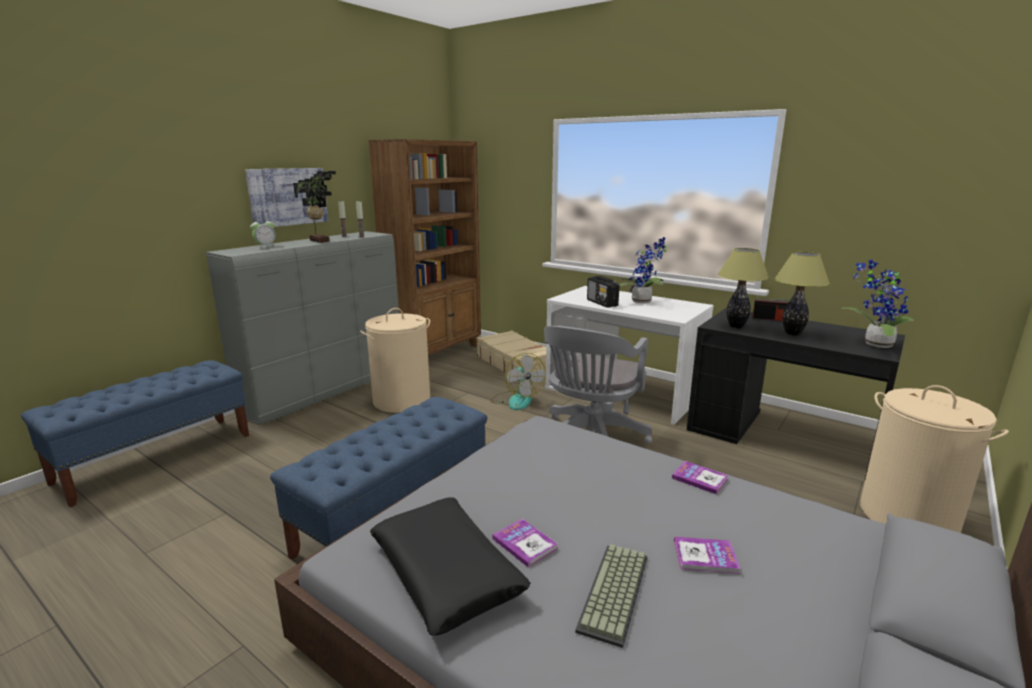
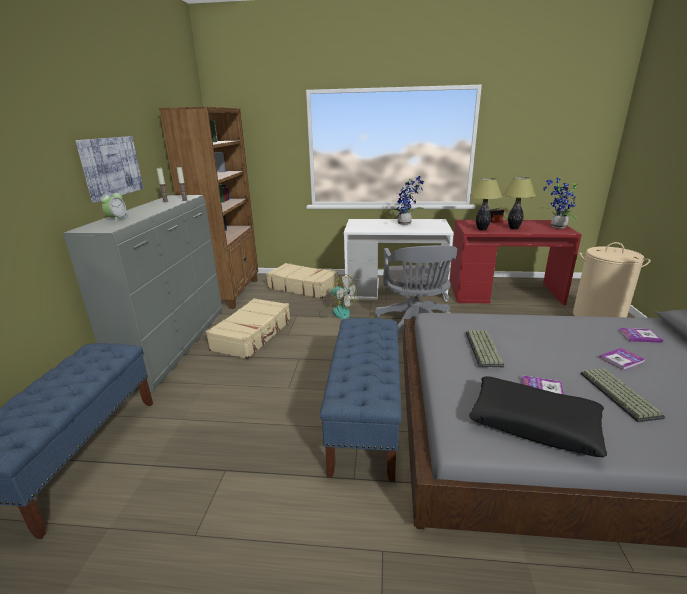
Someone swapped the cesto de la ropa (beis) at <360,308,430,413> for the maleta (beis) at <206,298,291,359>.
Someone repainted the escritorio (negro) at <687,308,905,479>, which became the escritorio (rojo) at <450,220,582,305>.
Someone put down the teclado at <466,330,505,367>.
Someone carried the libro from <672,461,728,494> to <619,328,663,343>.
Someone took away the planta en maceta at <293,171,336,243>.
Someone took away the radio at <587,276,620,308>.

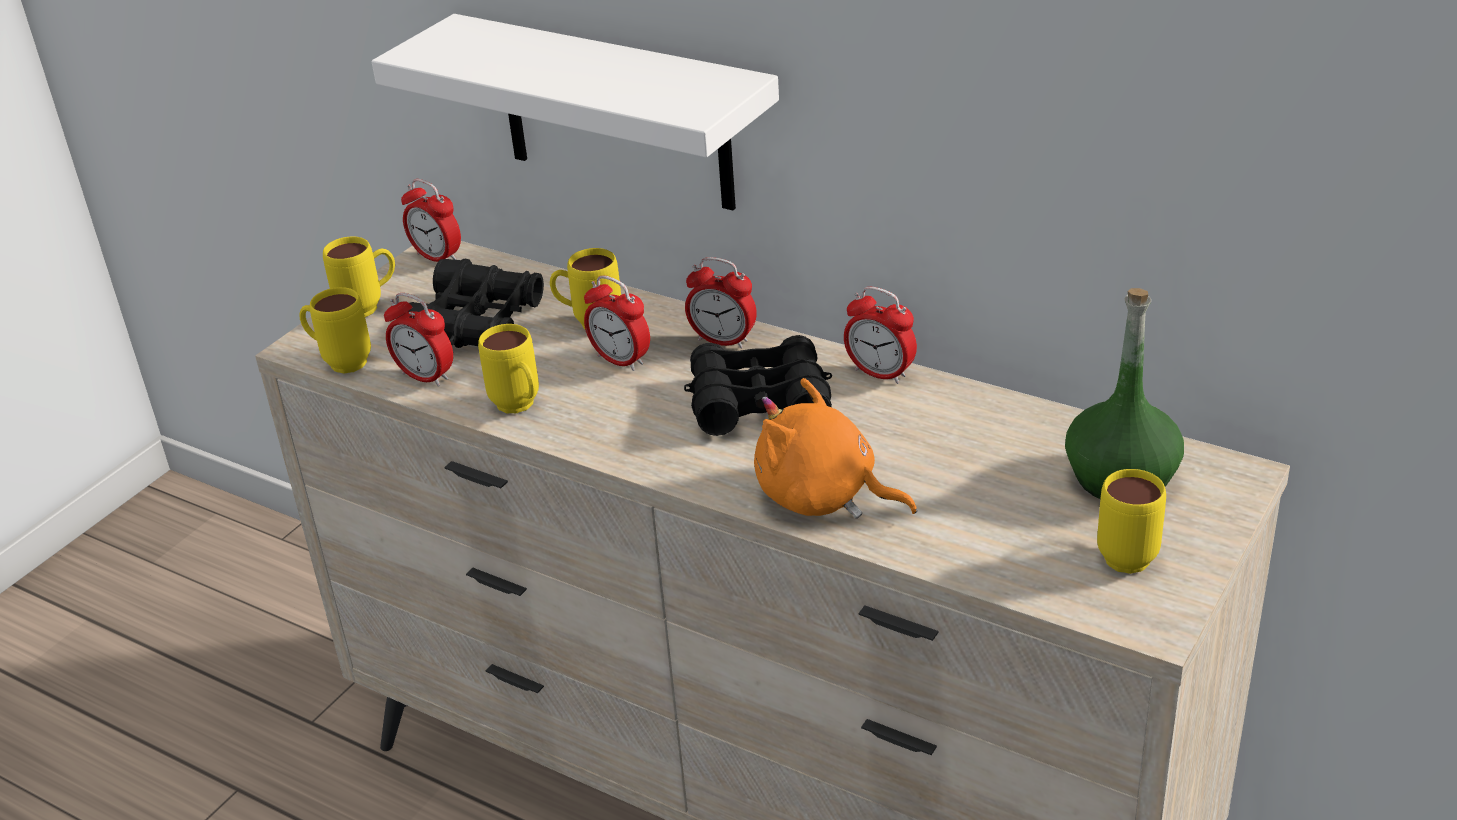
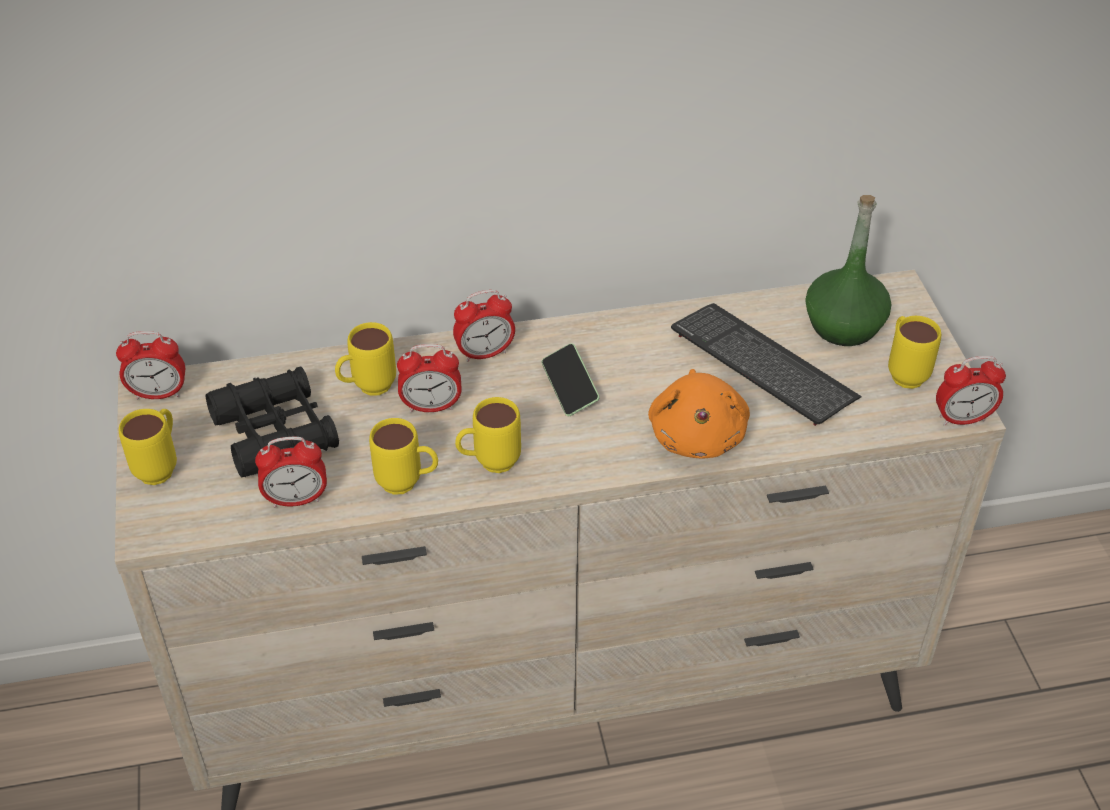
Someone carried the taza grande (amarillo) from <299,287,371,374> to <455,397,521,473>.
Someone swapped the prismáticos (negro) at <684,335,832,436> for the móvil at <541,343,600,416>.
Someone rotated the peluche (naranja) at <754,378,917,519> by 75 degrees counterclockwise.
Someone put down the teclado at <671,303,862,426>.
Someone carried the despertador from <844,287,917,384> to <936,356,1006,426>.
Someone took away the estante (blanco) at <372,14,779,211>.

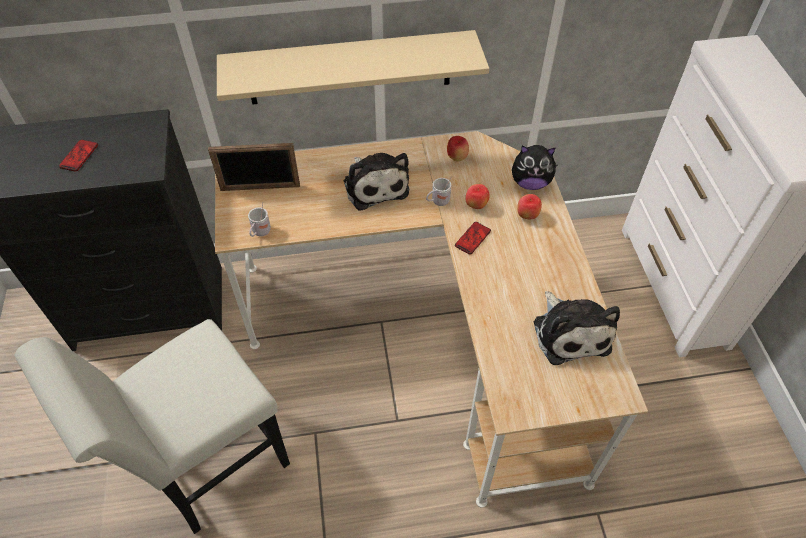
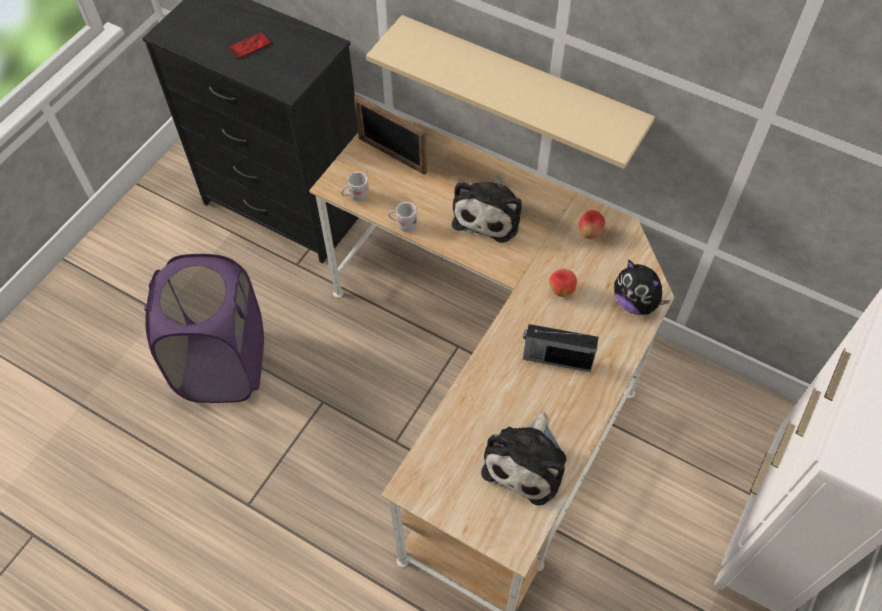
Someone swapped the silla (blanco) at <15,319,290,534> for the cesto de la ropa (morado) at <144,254,264,403>.
Someone carried the taza grande (blanco) from <426,176,452,206> to <388,202,418,232>.
Someone put down the radio at <523,324,599,372>.
Someone took away the móvil at <455,222,491,255>.
Someone took away the manzana at <517,194,542,219>.

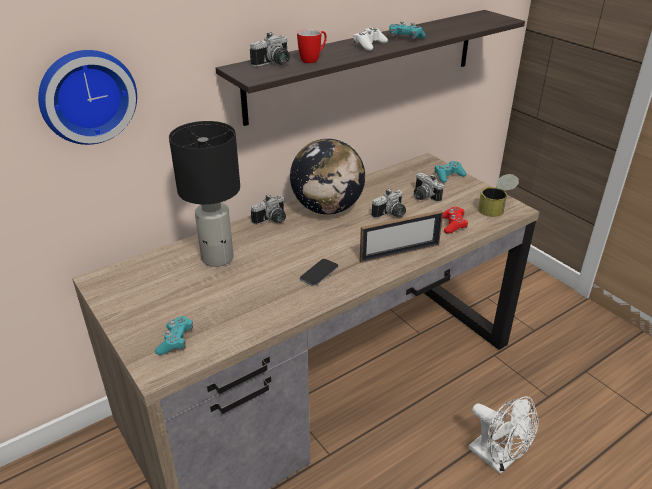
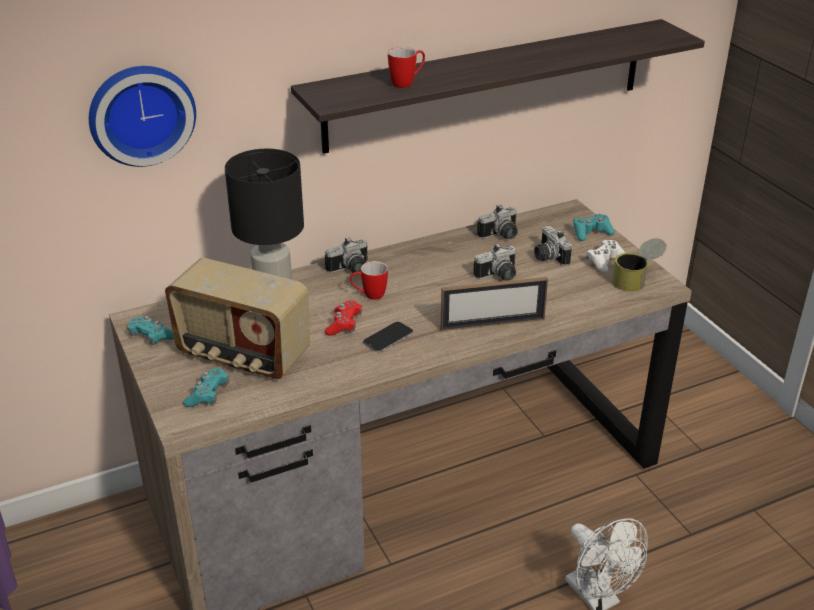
Someone carried the mando de consola (turquesa) from <389,22,425,39> to <127,316,174,345>.
Someone put down the radio at <165,258,310,379>.
Someone carried the mando de consola (rojo) from <442,207,468,234> to <325,301,362,336>.
Someone put down the taza grande at <350,261,388,300>.
Someone carried the cámara from <250,32,290,67> to <477,205,518,239>.
Someone carried the mando de consola (blanco) from <353,28,388,51> to <587,240,626,273>.
Someone took away the globo terráqueo at <290,139,365,214>.

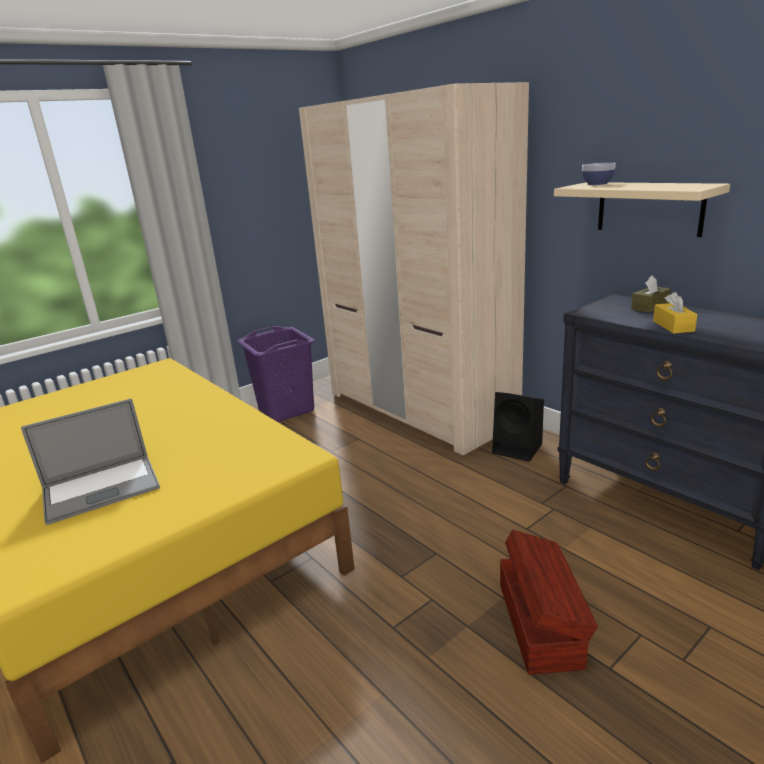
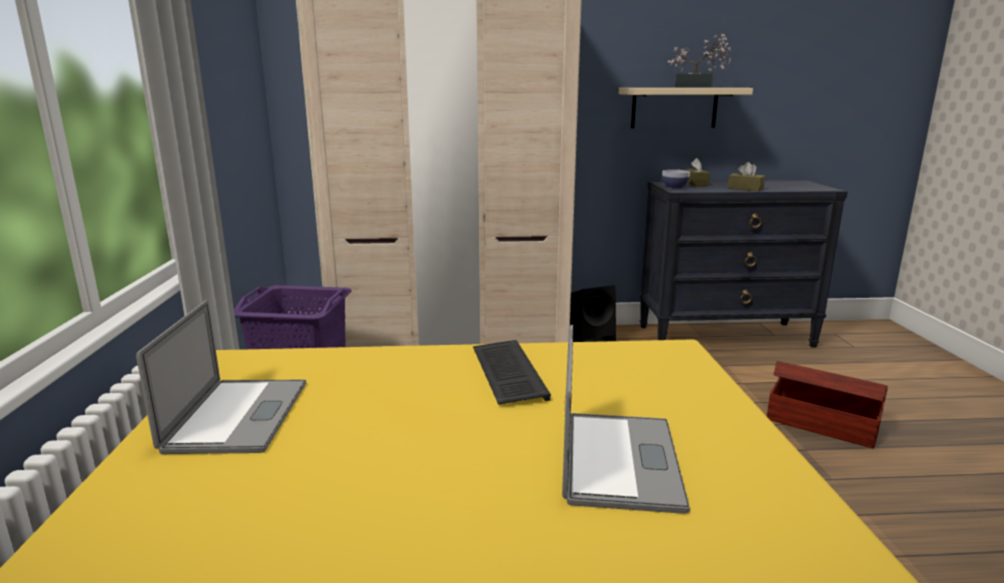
Someone put down the portátil at <136,300,306,454>.
Someone put down the teclado at <473,340,551,405>.
Someone carried the cuenco from <582,163,616,185> to <663,170,690,189>.
Someone put down the planta en maceta at <668,34,731,88>.
Someone repainted the caja de pañuelos (amarillo) at <653,292,698,334>, which became the caja de pañuelos (marrón) at <728,162,765,191>.

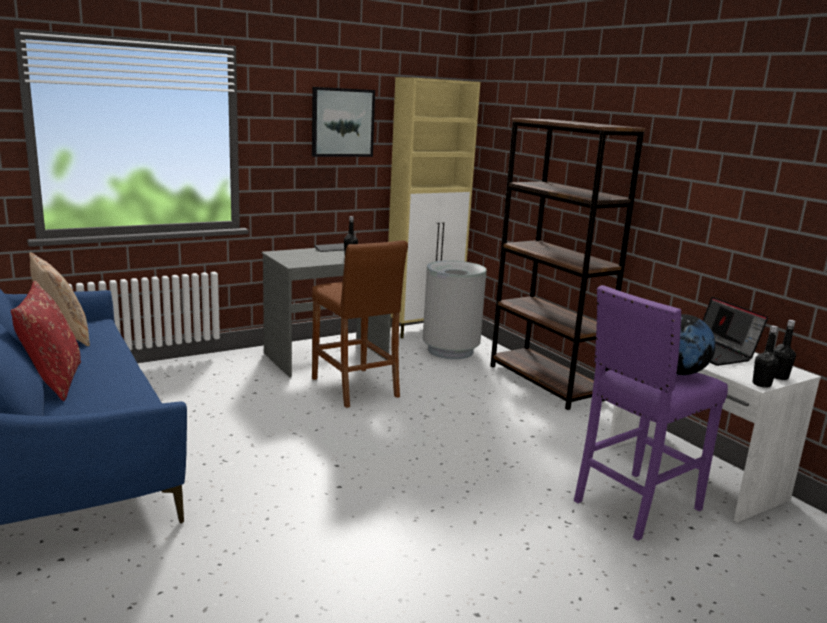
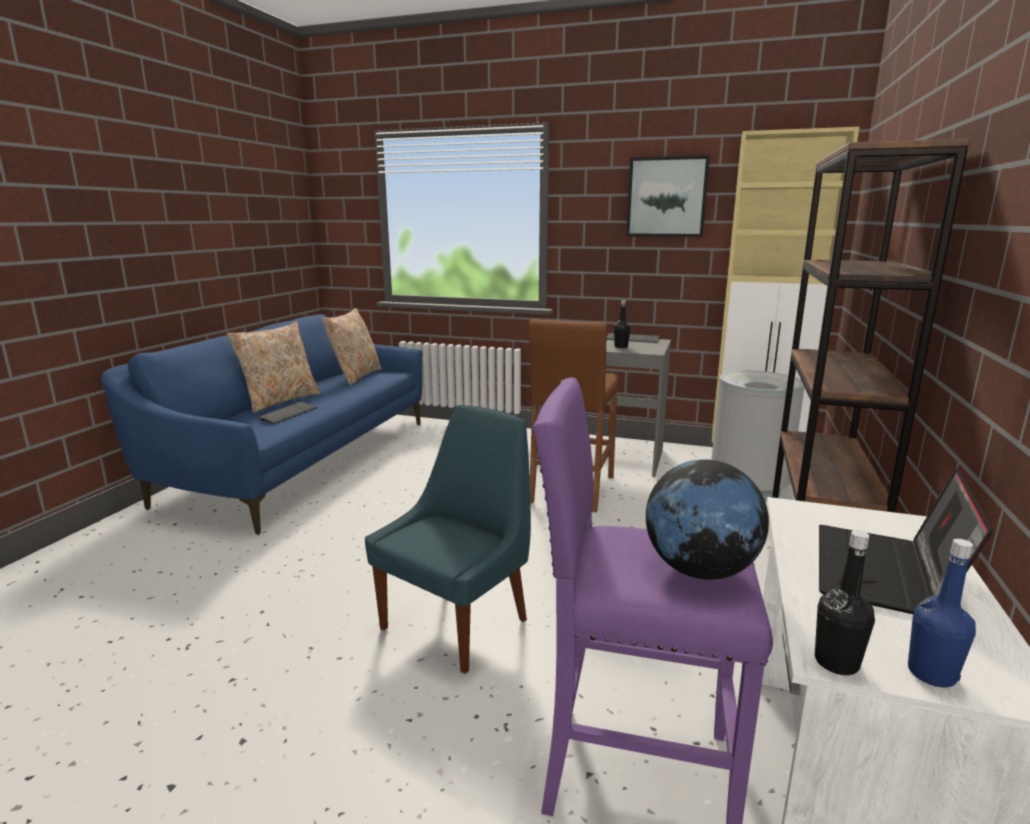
Someone repainted the cojín (rojo) at <11,281,81,401>, which became the cojín (beis) at <227,322,321,413>.
Someone put down the teclado at <258,402,317,424>.
Someone put down the silla (azul) at <365,405,531,674>.
Someone repainted the botella (negro) at <773,320,796,380>, which became the botella (azul) at <908,539,976,687>.

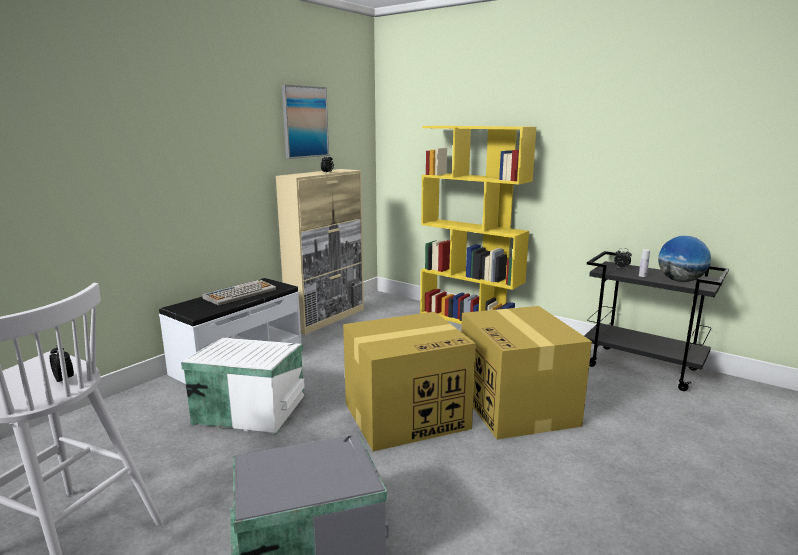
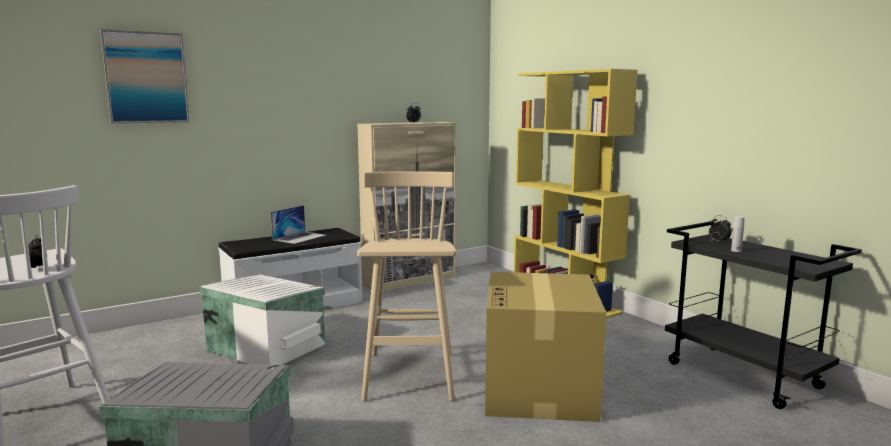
Someone carried the cuadro from <282,85,329,159> to <100,29,190,124>.
Someone swapped the teclado at <202,280,276,305> for the portátil at <271,205,326,244>.
Someone swapped the caja de cartón at <343,312,476,452> for the taburete (beis) at <357,171,457,402>.
Someone took away the globo terráqueo at <658,236,711,282>.

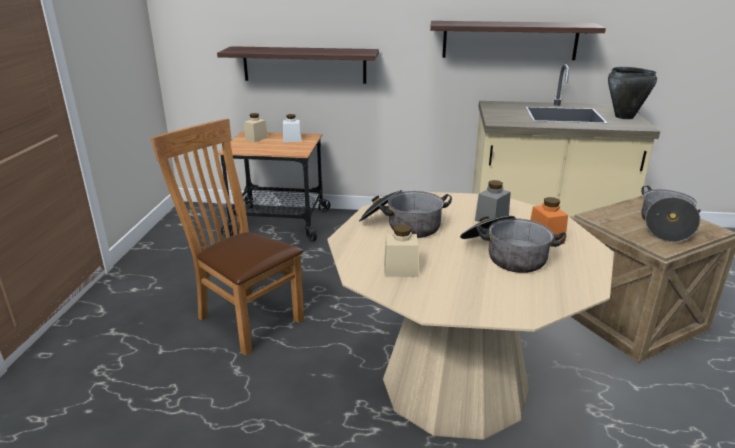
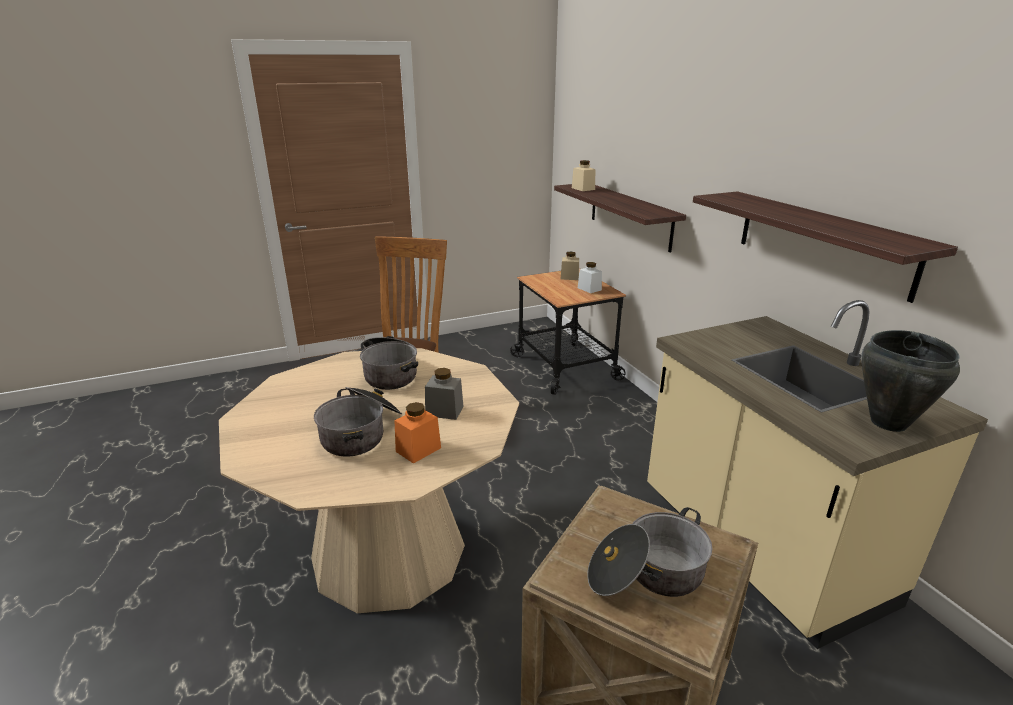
Someone carried the tarro (beis) from <384,224,419,277> to <572,160,595,191>.

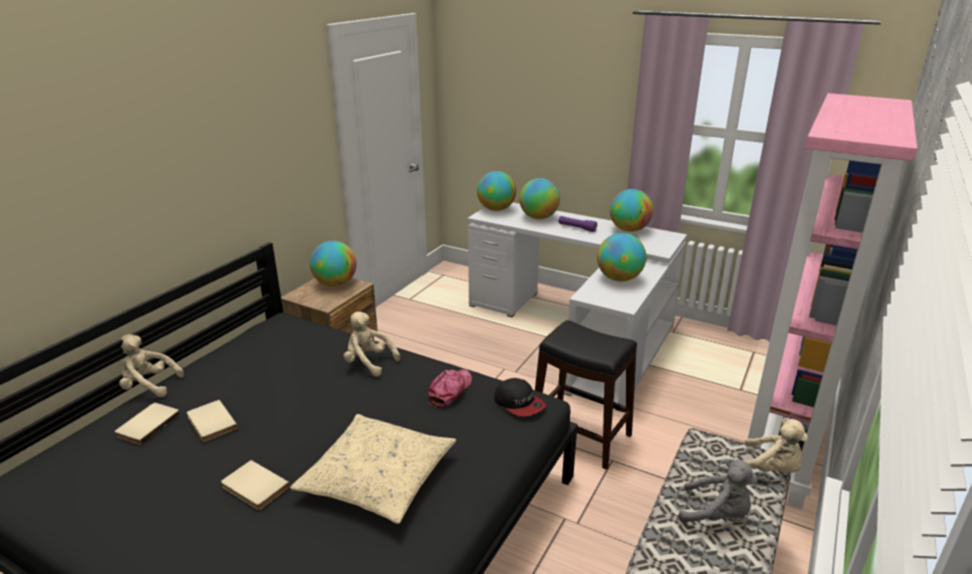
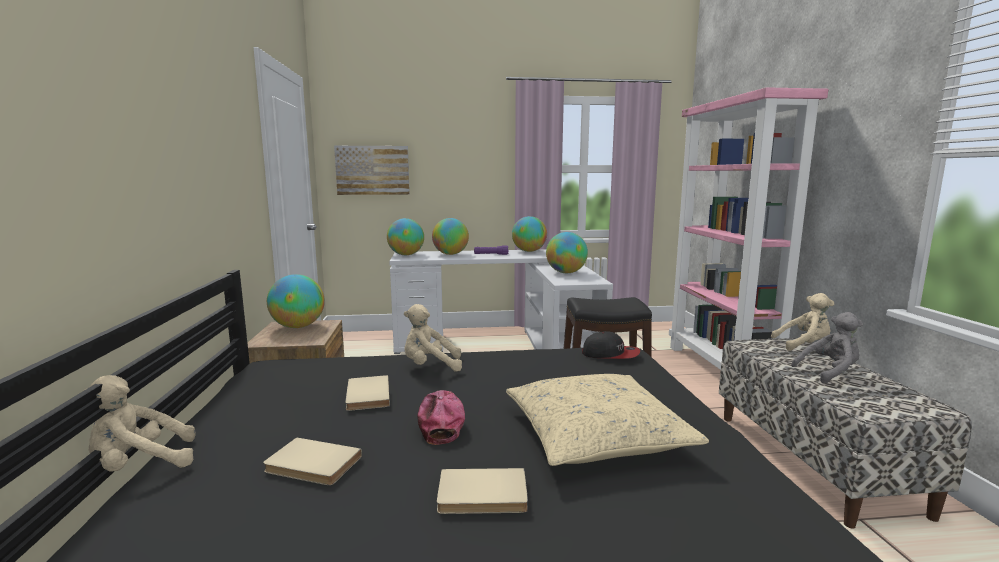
Someone put up the cuadro at <334,146,410,195>.
Someone carried the libro (beis) from <115,403,181,445> to <345,375,390,411>.
Someone carried the gorra from <428,369,472,408> to <417,390,465,445>.

